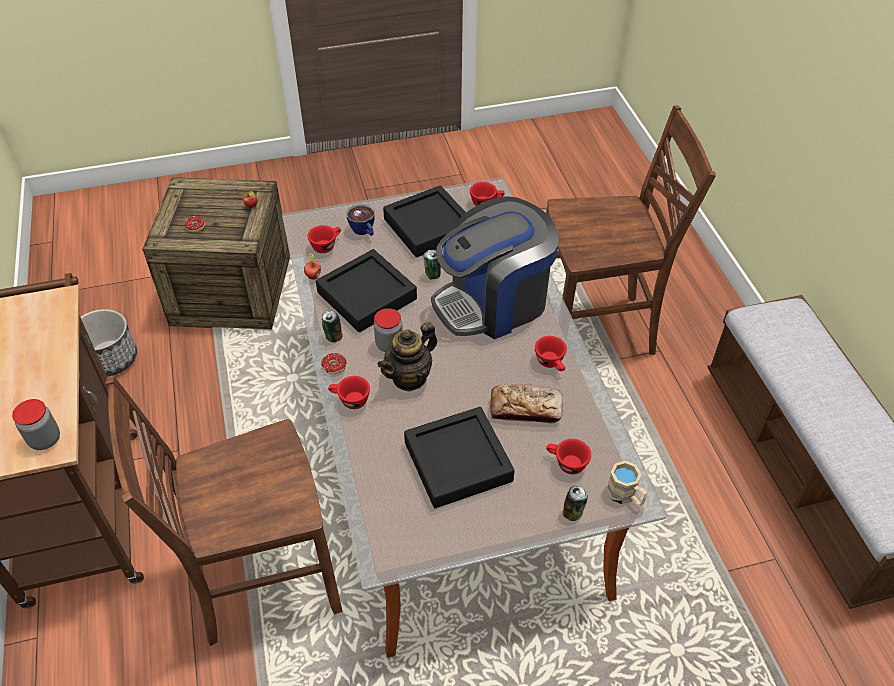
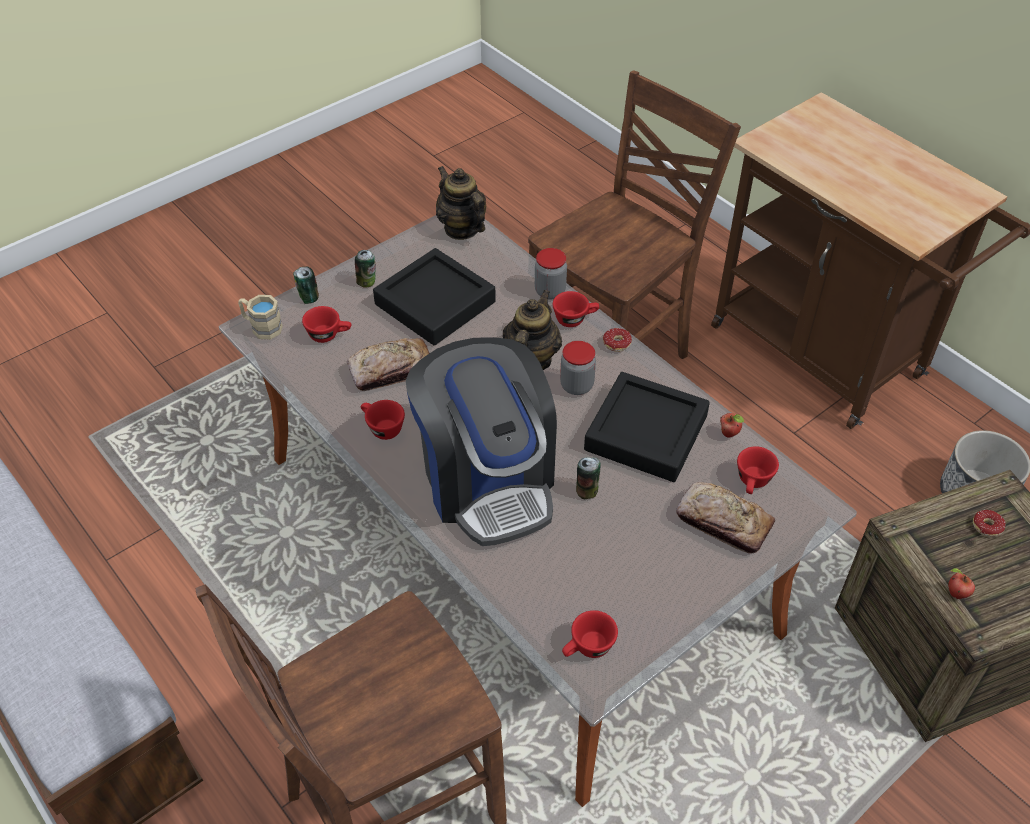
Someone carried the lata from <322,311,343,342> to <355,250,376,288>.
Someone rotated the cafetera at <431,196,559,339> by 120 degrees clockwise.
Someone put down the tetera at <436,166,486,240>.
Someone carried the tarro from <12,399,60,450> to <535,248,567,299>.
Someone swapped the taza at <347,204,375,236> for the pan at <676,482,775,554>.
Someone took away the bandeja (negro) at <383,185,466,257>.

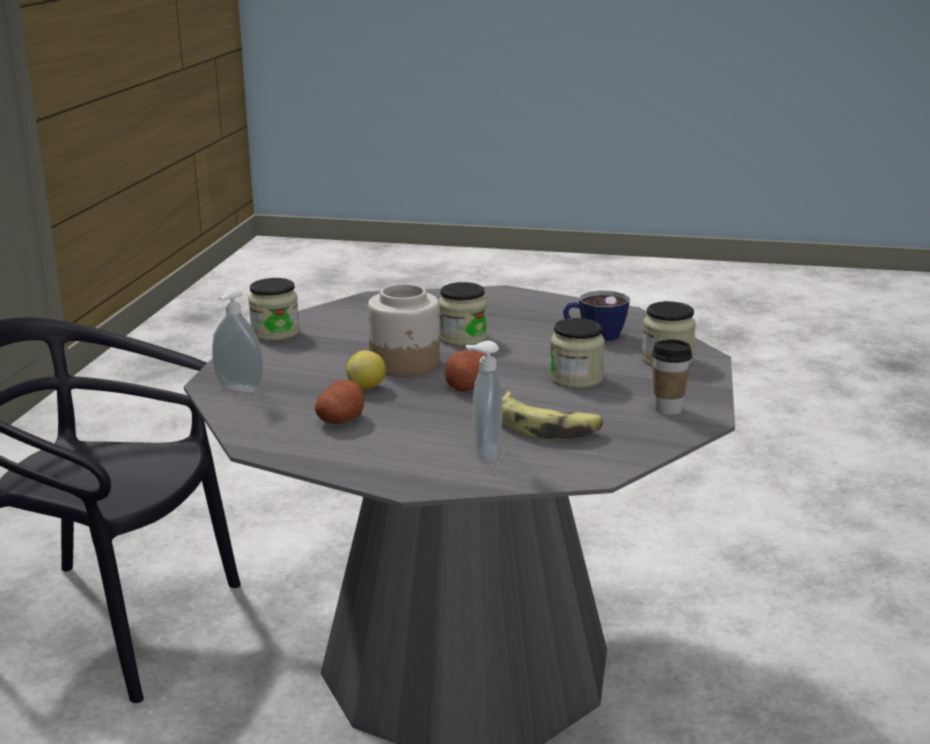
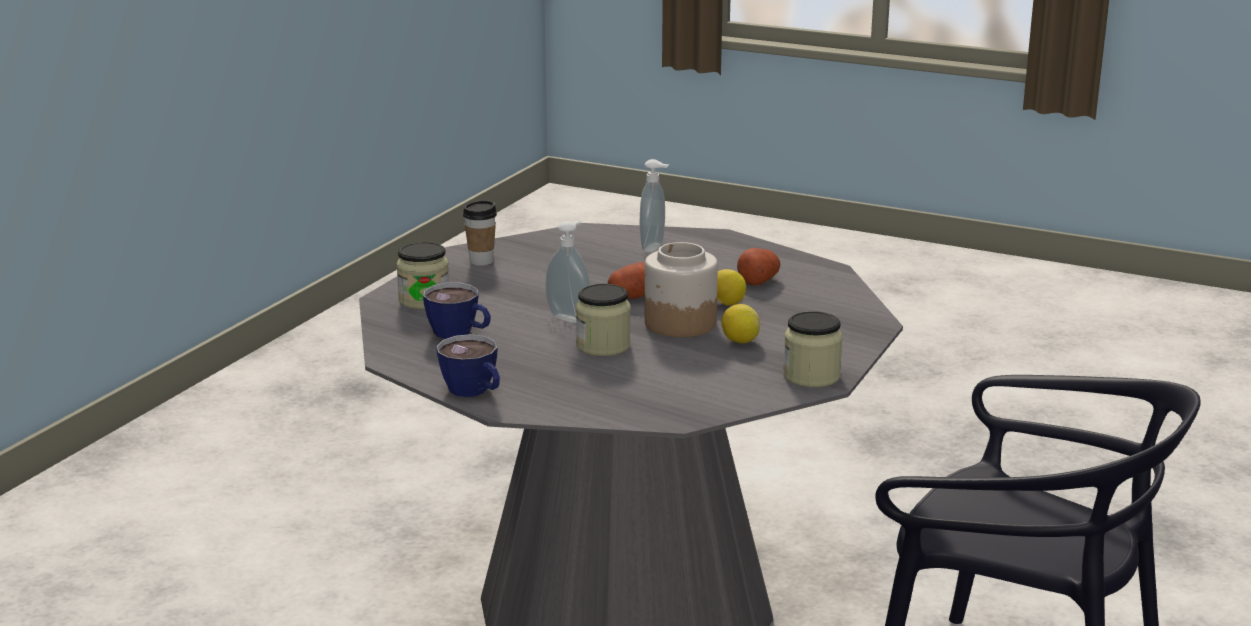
Someone put down the taza at <436,334,500,397>.
Someone carried the dispensador de jabón from <212,287,263,392> to <546,221,590,323>.
Someone put down the limón at <721,304,760,343>.
Someone took away the plátano at <502,391,603,440>.
Someone took away the tarro at <550,318,605,388>.

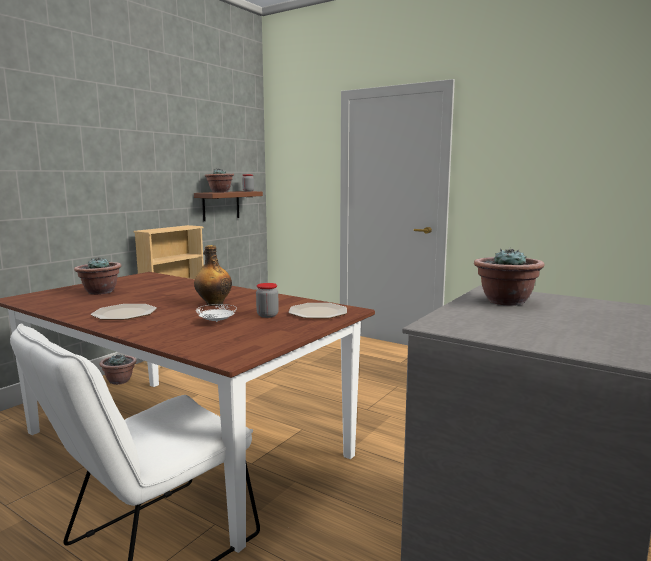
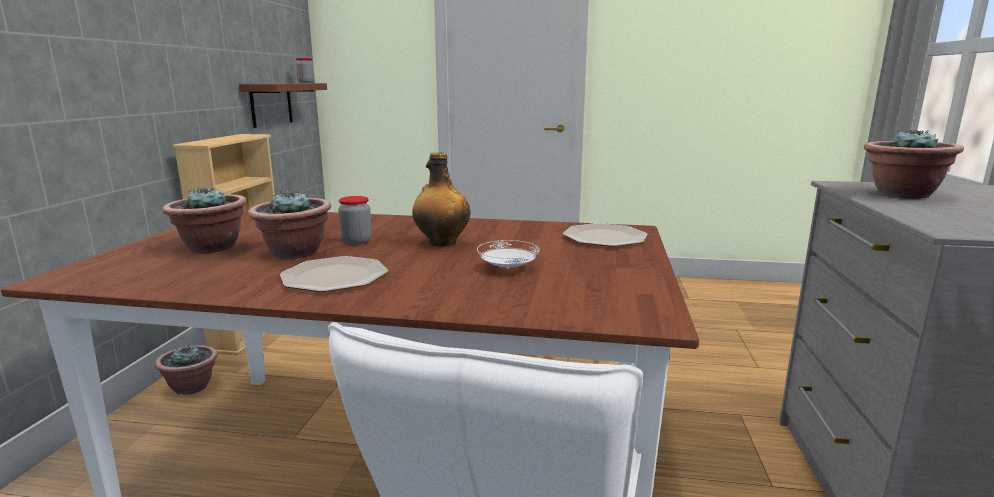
Someone carried the planta en maceta from <205,168,234,193> to <248,191,331,259>.
Someone carried the tarro from <256,283,279,318> to <338,196,372,245>.

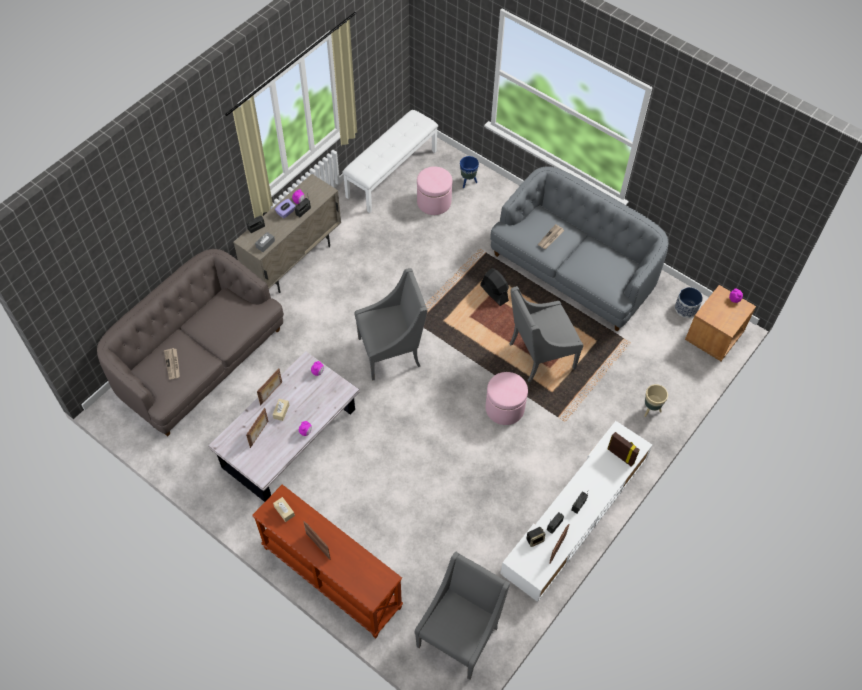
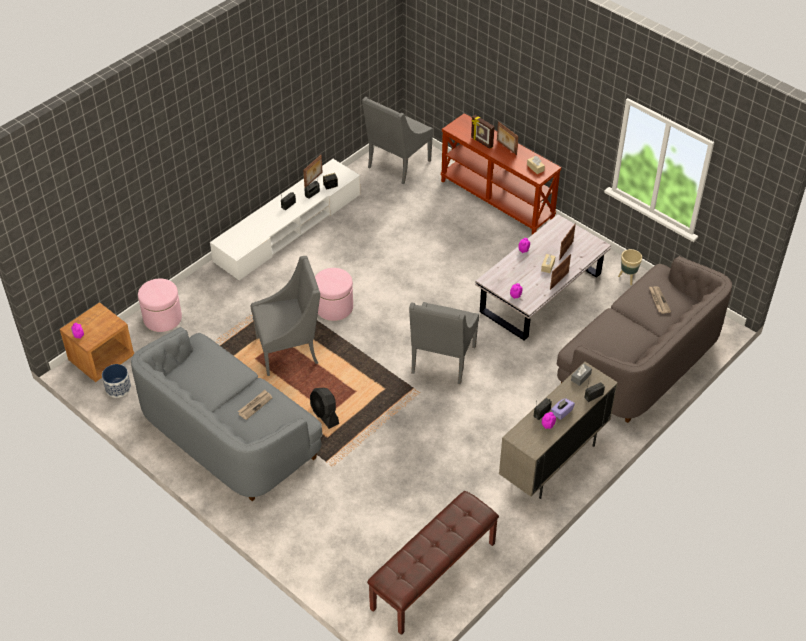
Someone carried the puf (rosa) from <417,167,452,215> to <138,279,182,332>.
Someone repainted the banco (blanco) at <342,110,438,213>, which became the banco (marrón) at <367,491,499,635>.
Someone rotated the sillón (gris) at <355,268,428,381> by 60 degrees counterclockwise.
Someone carried the portarretratos from <607,432,640,467> to <471,115,494,149>.
Someone carried the maceta (beis) from <644,384,668,417> to <618,249,642,285>.
Someone took away the maceta (azul) at <460,156,479,188>.

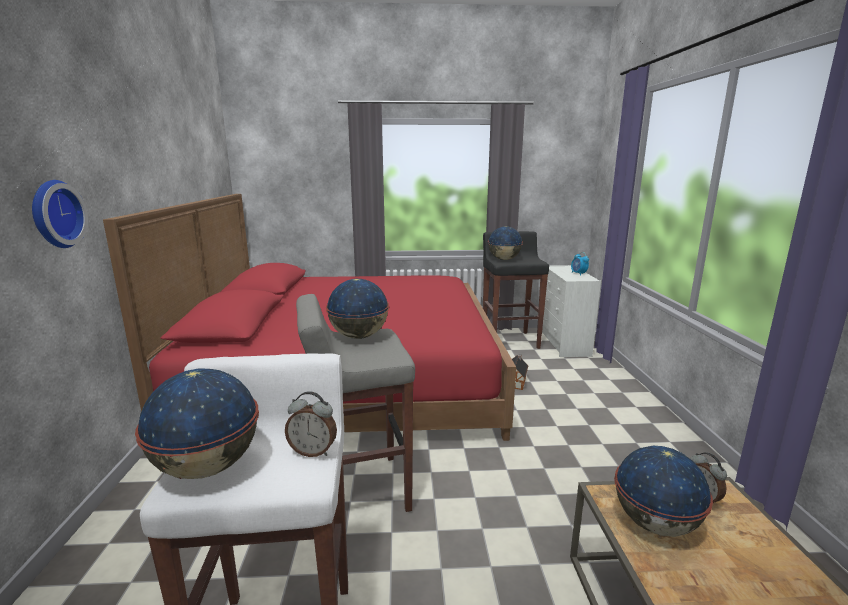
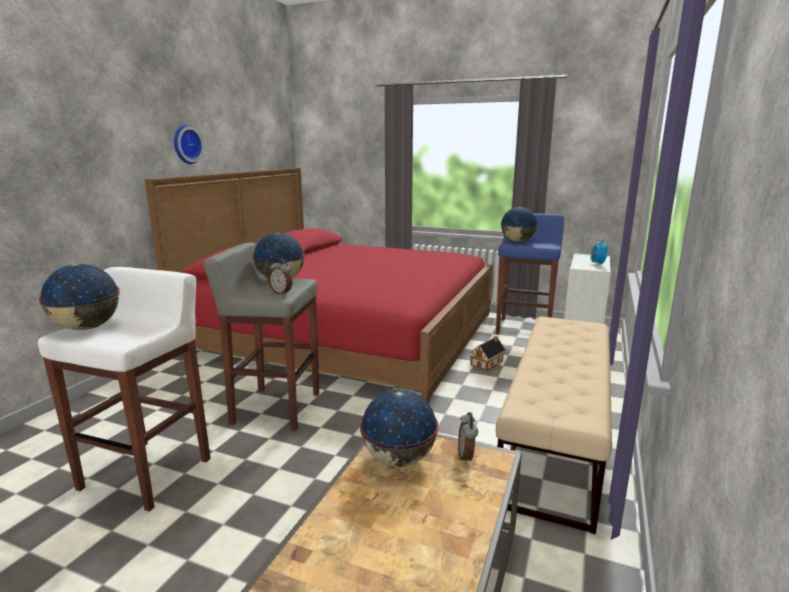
Someone carried the reloj de pared from <32,180,88,248> to <174,125,204,164>.
Someone carried the despertador from <285,391,337,457> to <269,259,292,295>.
Someone repainted the taburete (negro) at <483,231,549,349>, which became the taburete (azul) at <496,213,564,335>.
Someone put down the banco (beis) at <496,317,612,534>.

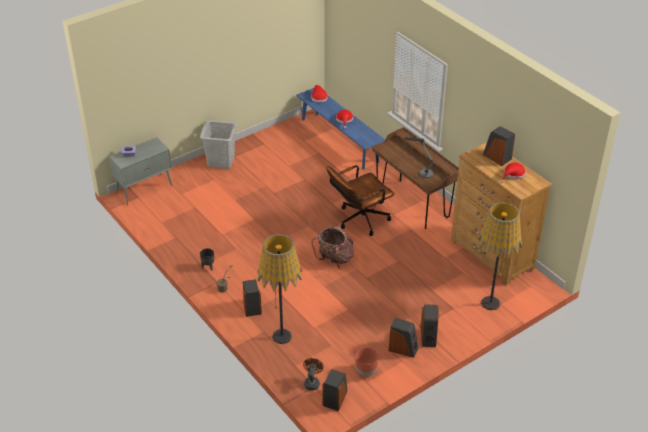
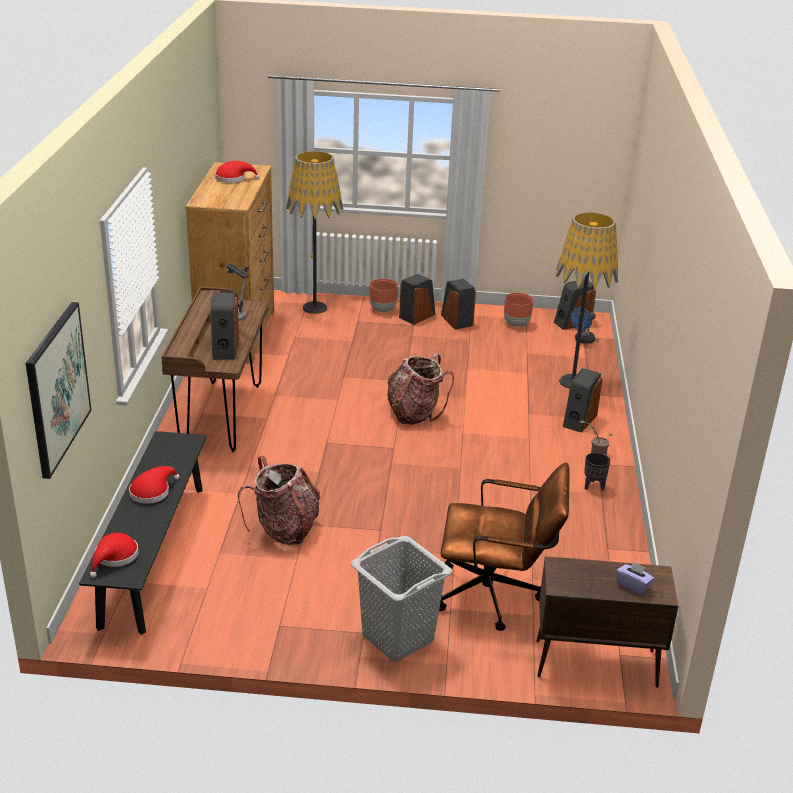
Someone put up the cuadro at <26,302,92,479>.
Someone repainted the banco (azul) at <296,88,386,169>, which became the banco (negro) at <79,431,207,635>.
Someone carried the altavoz from <483,126,515,166> to <211,292,239,360>.
Someone put down the mochila at <237,456,320,545>.
Someone put down the maceta (marrón) at <370,279,398,312>.
Someone carried the silla de oficina (marrón) from <326,165,394,236> to <439,463,570,631>.
Someone repainted the armario (gris) at <109,137,172,205>, which became the armario (marrón) at <536,556,678,688>.
Someone repainted the ventilador (marrón) at <303,358,324,391>, which became the ventilador (azul) at <571,307,596,344>.

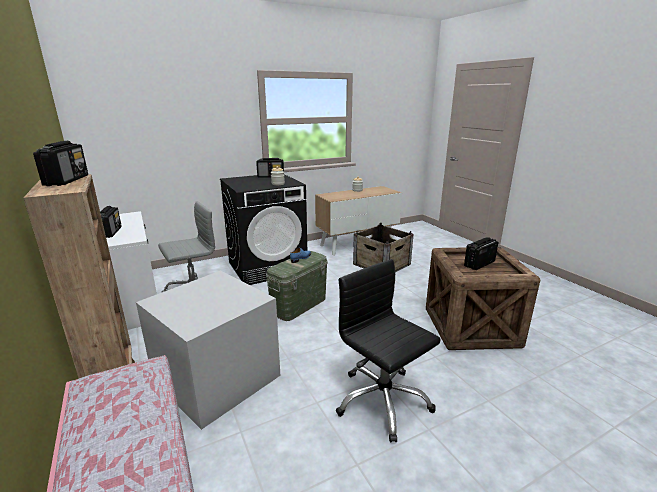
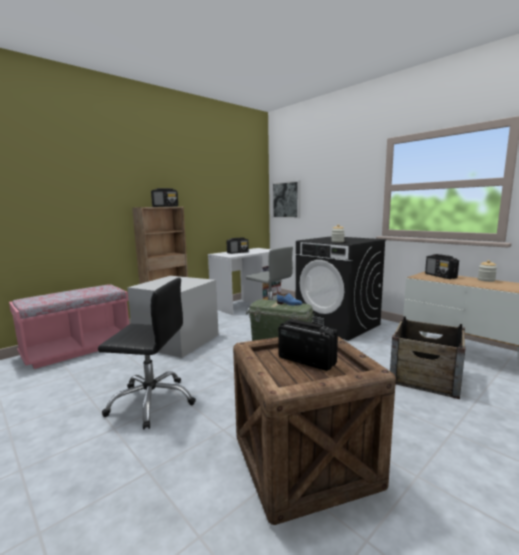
Someone rotated the silla de oficina (negro) at <336,259,441,443> by 60 degrees clockwise.
Someone put up the cuadro at <272,180,300,218>.
Someone carried the radio from <256,158,284,178> to <425,254,459,279>.

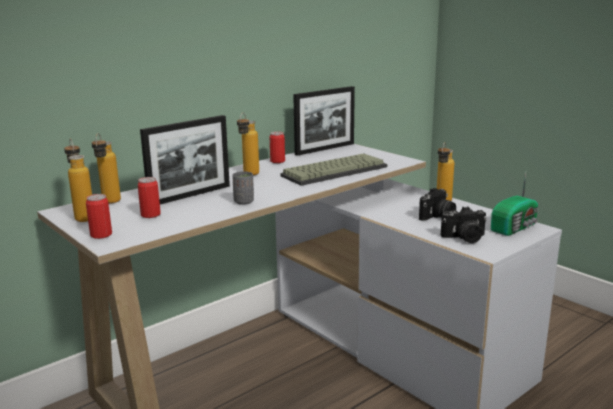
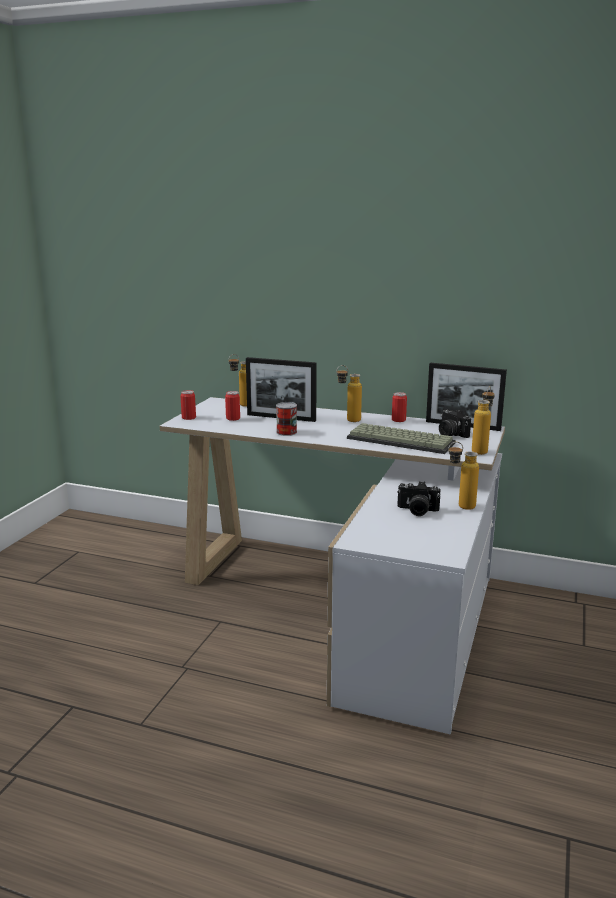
Someone swapped the taza (gris) at <233,171,254,205> for the lata at <276,402,297,436>.
Someone carried the cámara from <441,206,487,243> to <439,409,471,438>.
Someone carried the botella from <64,138,92,222> to <472,386,495,455>.
Someone took away the radio at <491,171,539,236>.

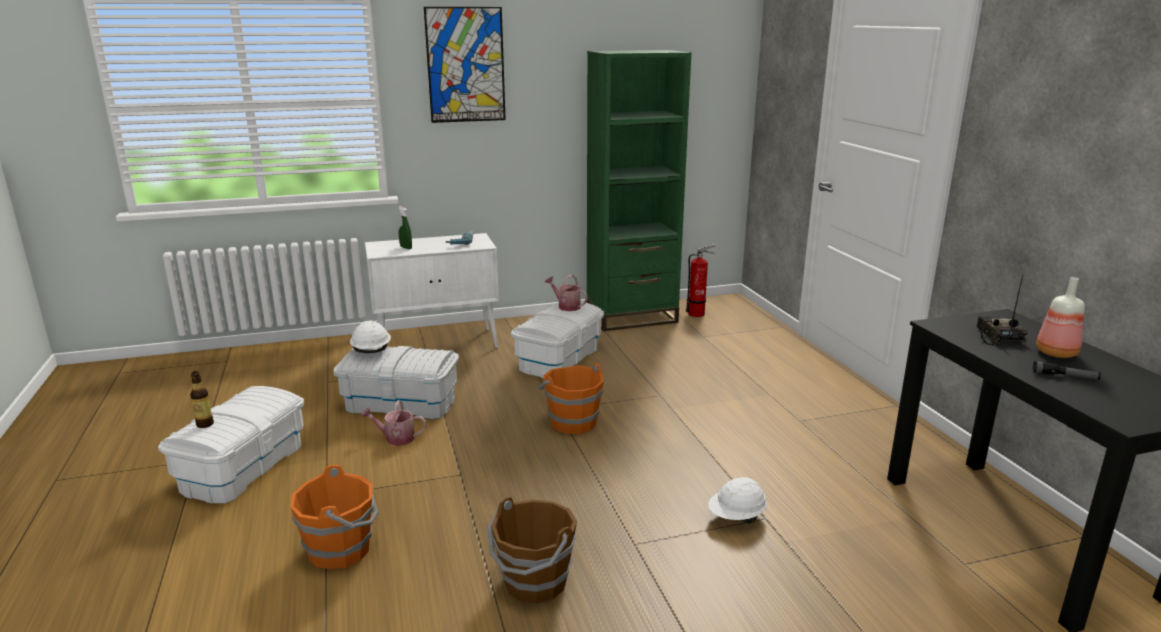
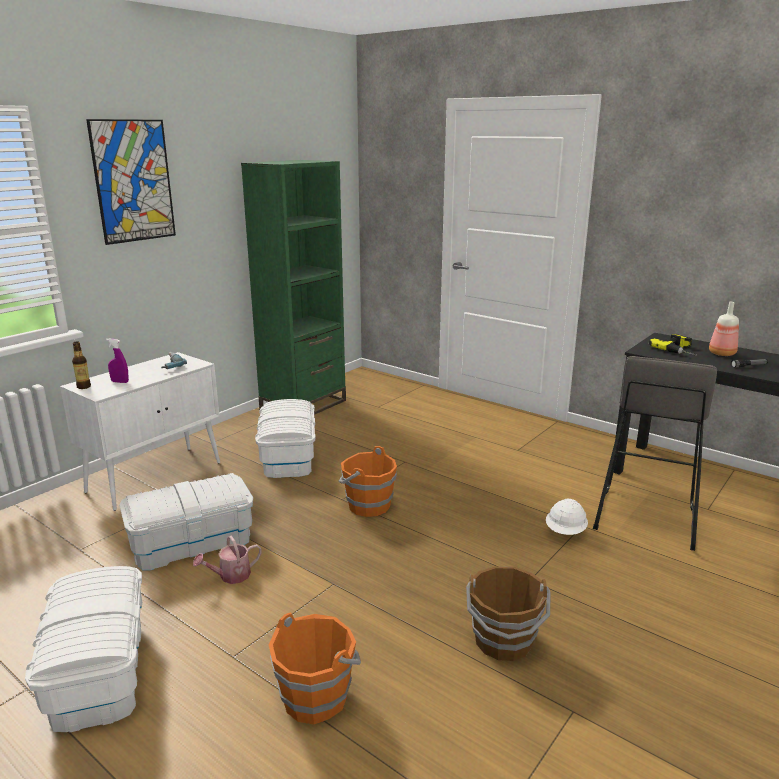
Someone carried the botella from <190,371,214,428> to <72,341,91,389>.
Someone repainted the pulverizador (verde) at <398,206,412,249>, which became the pulverizador (morado) at <106,339,129,383>.
Someone put down the taburete (gris) at <593,356,717,551>.
Someone swapped the radio at <976,275,1028,346> for the taladro at <649,334,698,356>.
Someone took away the casco (blanco) at <350,321,391,353>.
Someone took away the regadera at <545,275,588,311>.
Someone took away the extintor at <686,244,716,317>.

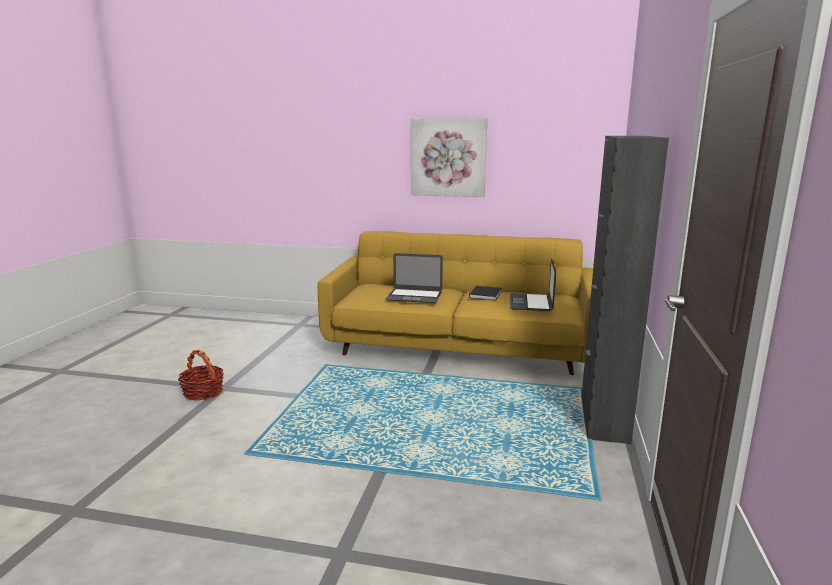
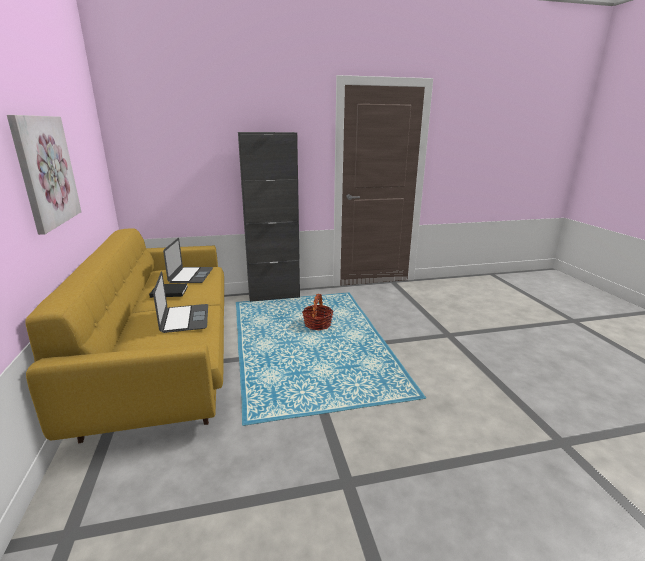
Someone rotated the portátil at <510,258,556,311> by 75 degrees counterclockwise.
Someone carried the cesta from <178,350,224,400> to <302,294,334,330>.

